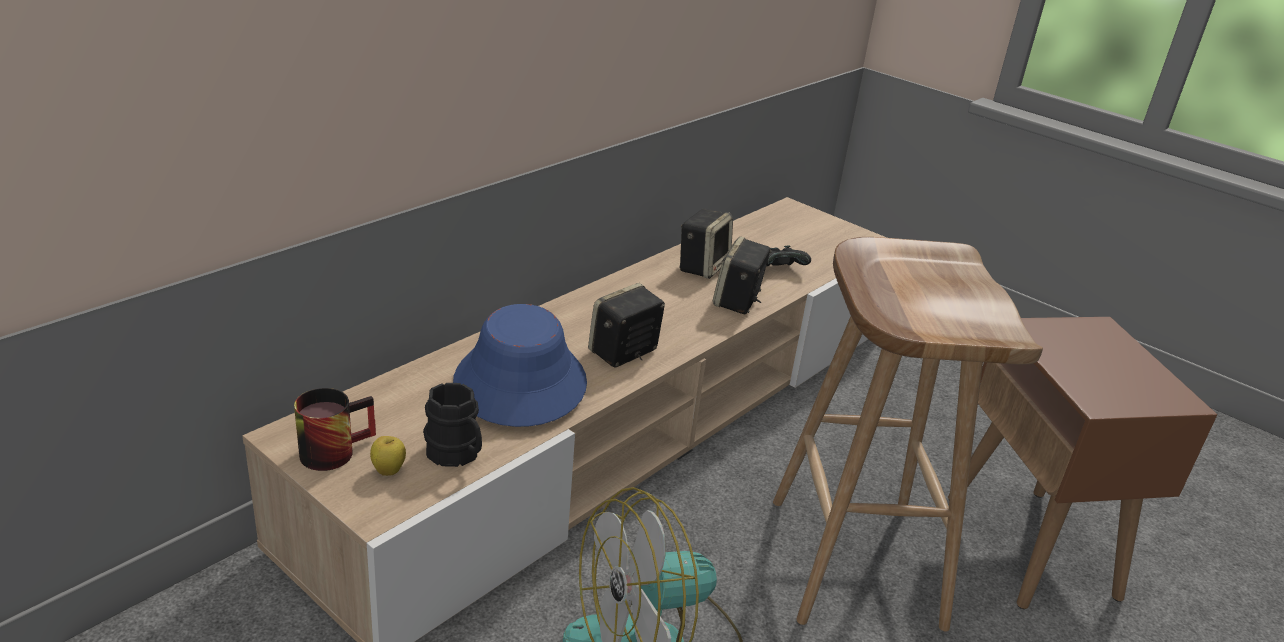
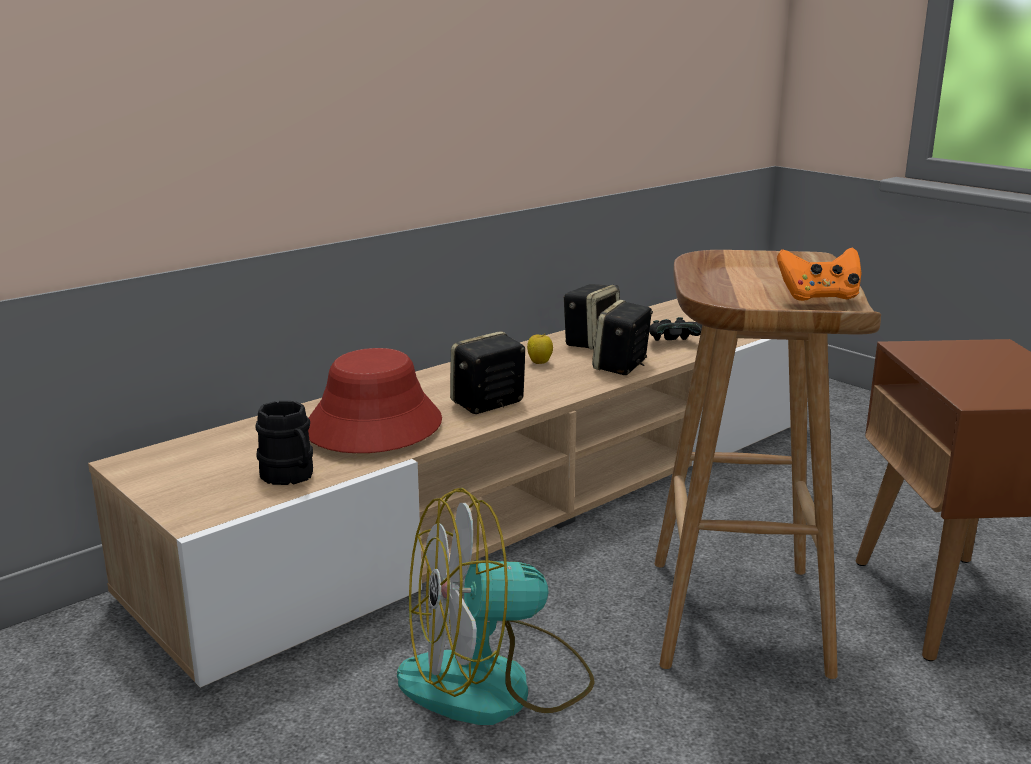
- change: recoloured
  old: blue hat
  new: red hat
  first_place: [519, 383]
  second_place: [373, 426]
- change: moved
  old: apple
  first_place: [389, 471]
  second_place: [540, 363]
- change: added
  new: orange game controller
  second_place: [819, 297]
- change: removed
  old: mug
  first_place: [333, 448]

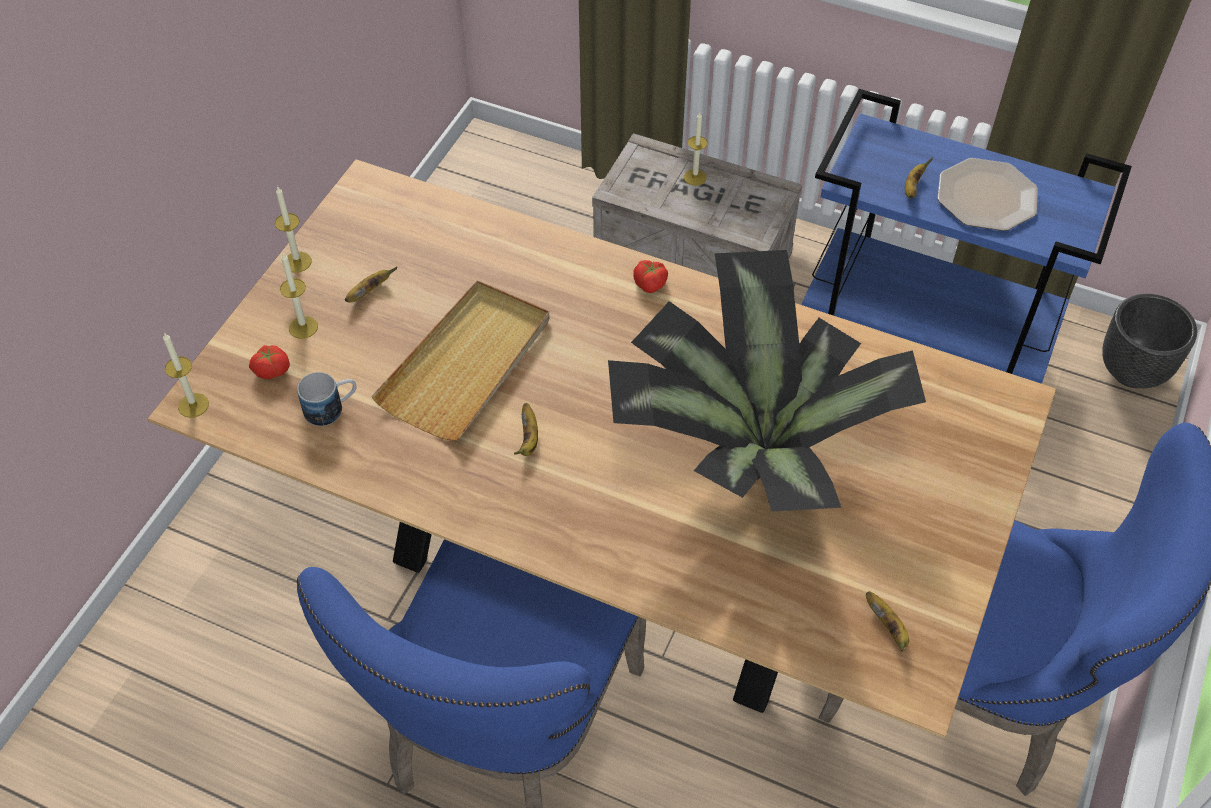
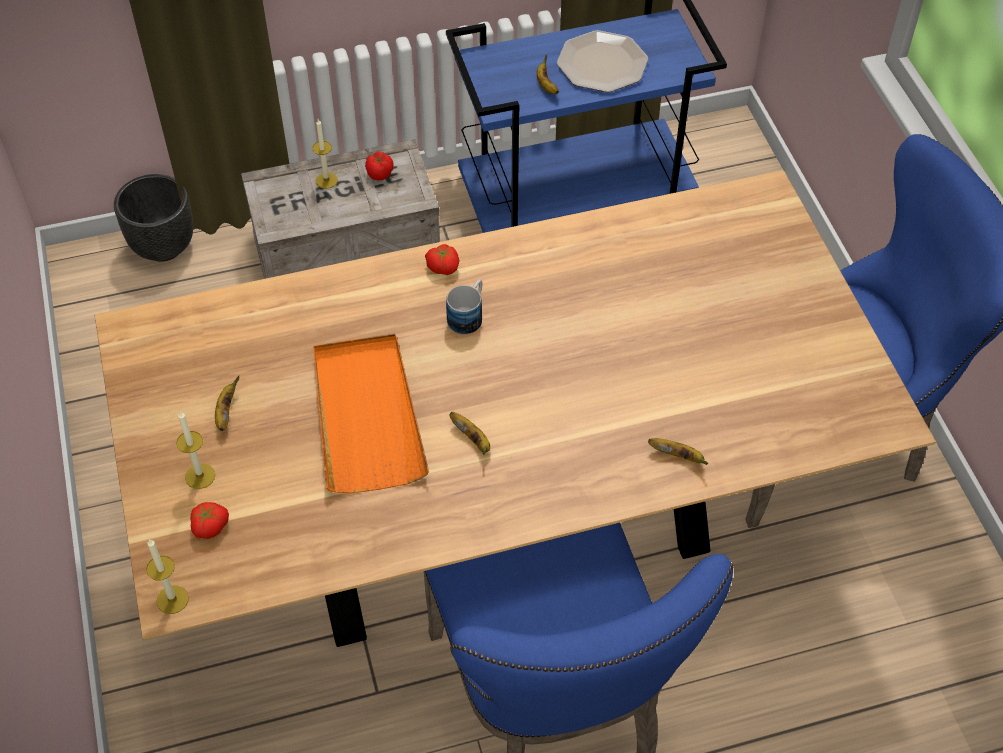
- change: moved
  old: black planter
  first_place: [1132, 372]
  second_place: [164, 247]
- change: recoloured
  old: beige tray
  new: orange tray
  first_place: [467, 364]
  second_place: [367, 416]
- change: added
  new: tomato
  second_place: [380, 174]
- change: moved
  old: mug
  first_place: [332, 408]
  second_place: [468, 316]
- change: moved
  old: banana
  first_place: [888, 627]
  second_place: [678, 456]
- change: removed
  old: candle
  first_place: [297, 262]
- change: removed
  old: potted plant
  first_place: [750, 443]

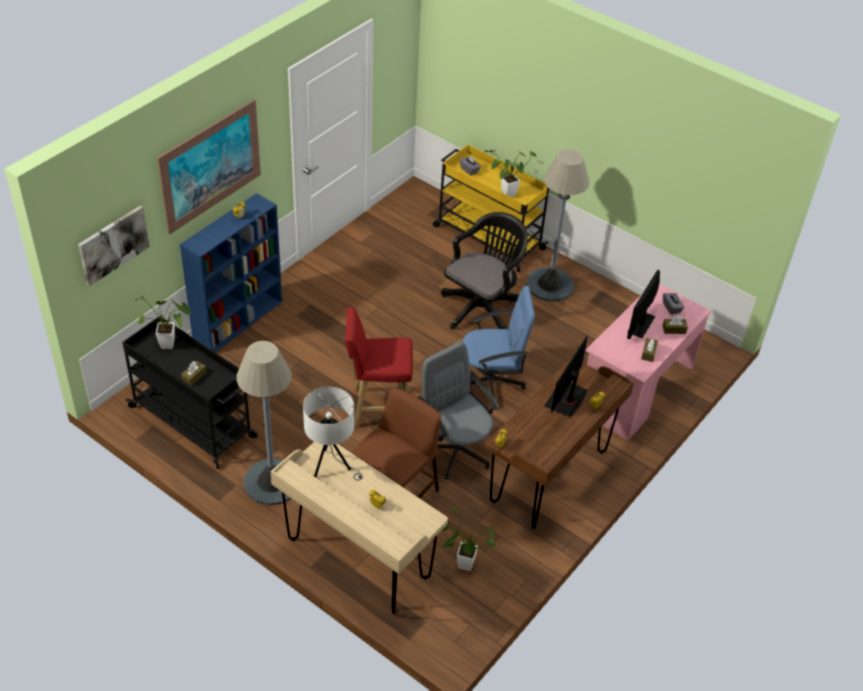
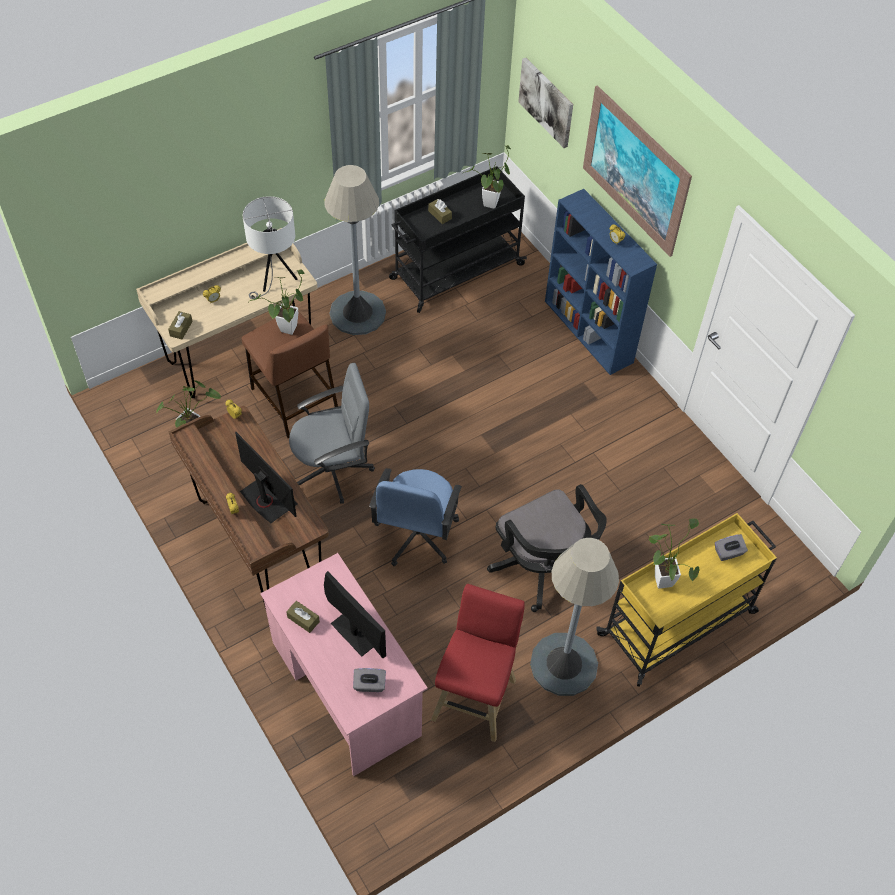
- change: moved
  old: brown tissue box
  first_place: [674, 329]
  second_place: [181, 328]
- change: added
  new: potted plant
  second_place: [286, 332]
- change: moved
  old: red stool
  first_place: [377, 408]
  second_place: [475, 696]

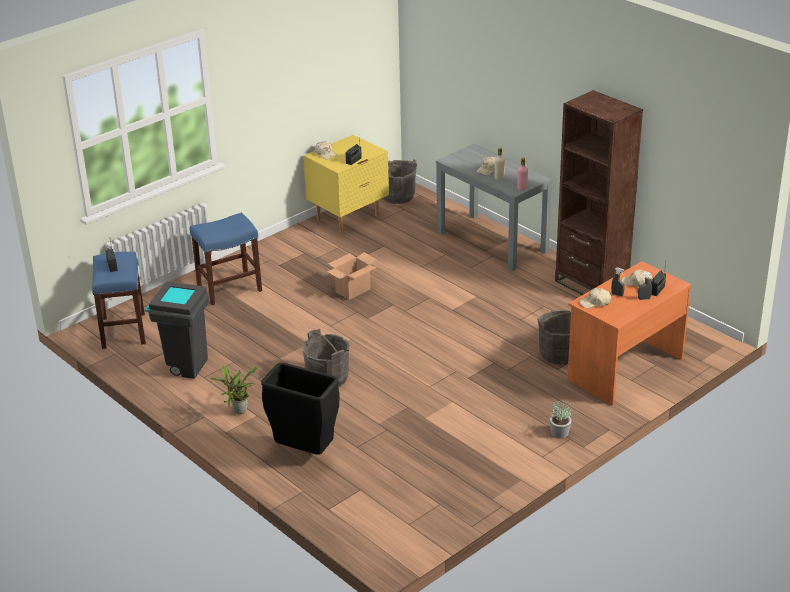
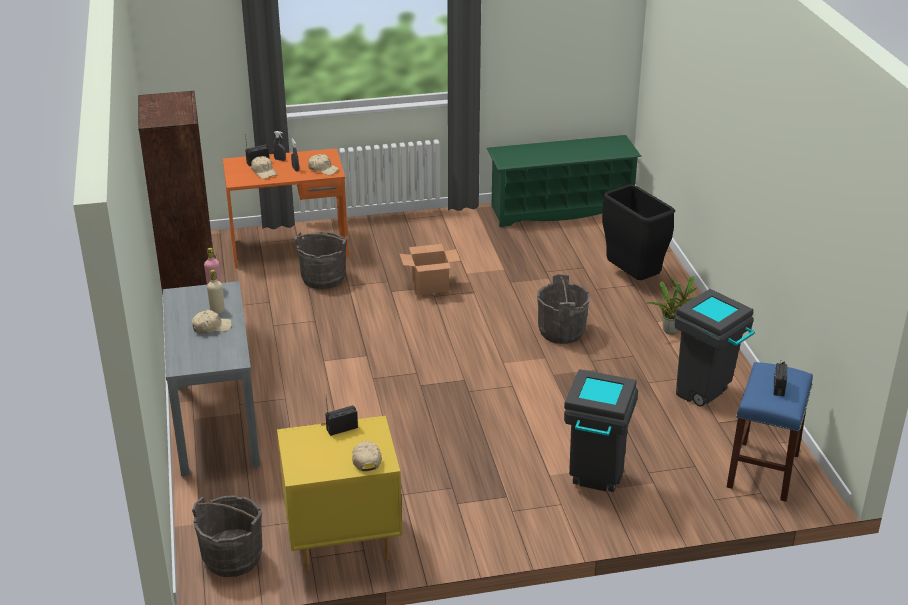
- change: moved
  old: cardboard box
  first_place: [353, 291]
  second_place: [430, 286]
- change: added
  new: green shoe rack
  second_place: [560, 209]
- change: replaced
  old: blue stool
  new: grey trash can
  first_place: [230, 288]
  second_place: [594, 483]
- change: removed
  old: potted plant
  first_place: [559, 433]

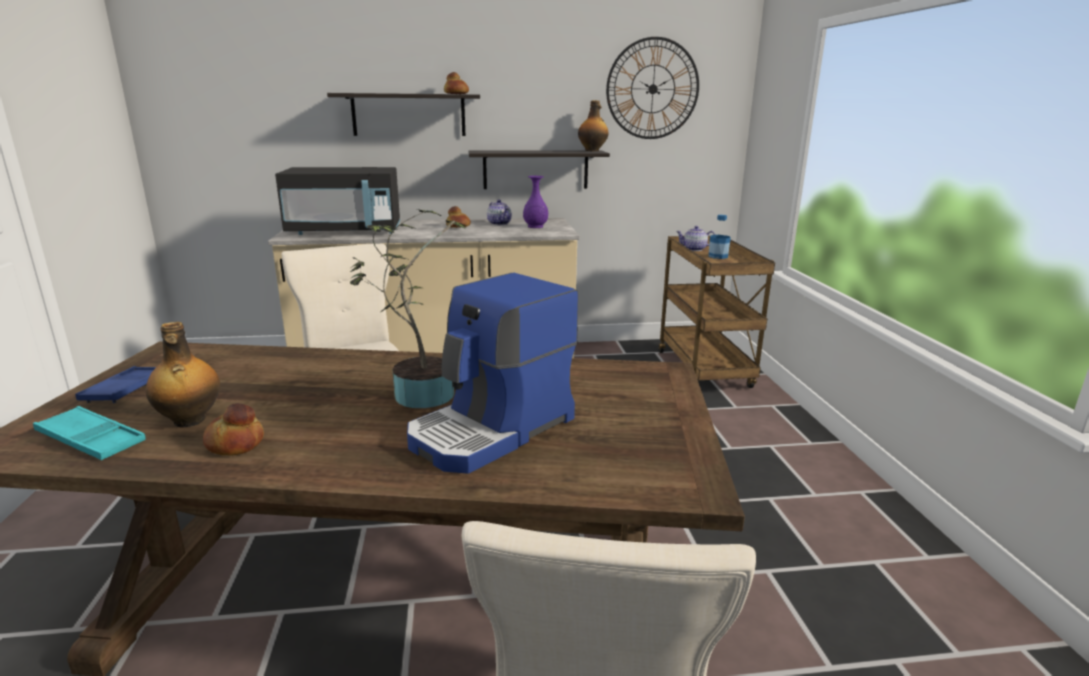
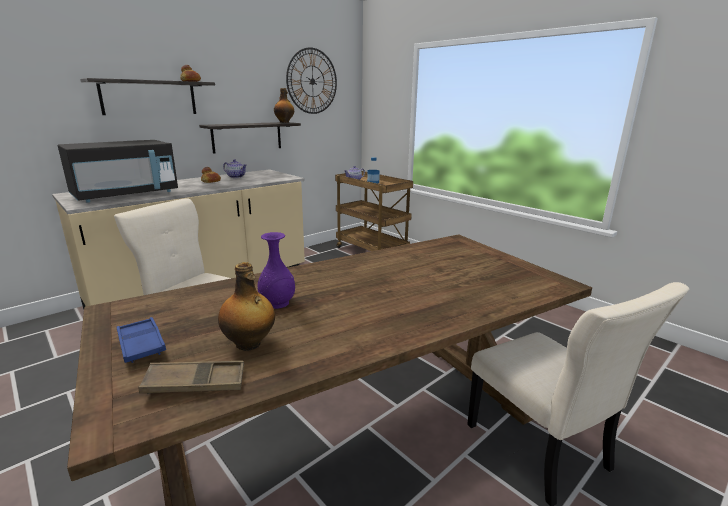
- change: recoloured
  old: turquoise tray
  new: brown tray
  first_place: [91, 440]
  second_place: [195, 383]
- change: moved
  old: purple vase
  first_place: [535, 227]
  second_place: [277, 303]
- change: removed
  old: bread
  first_place: [236, 443]
- change: removed
  old: potted plant
  first_place: [417, 394]
- change: removed
  old: coffee machine
  first_place: [493, 430]

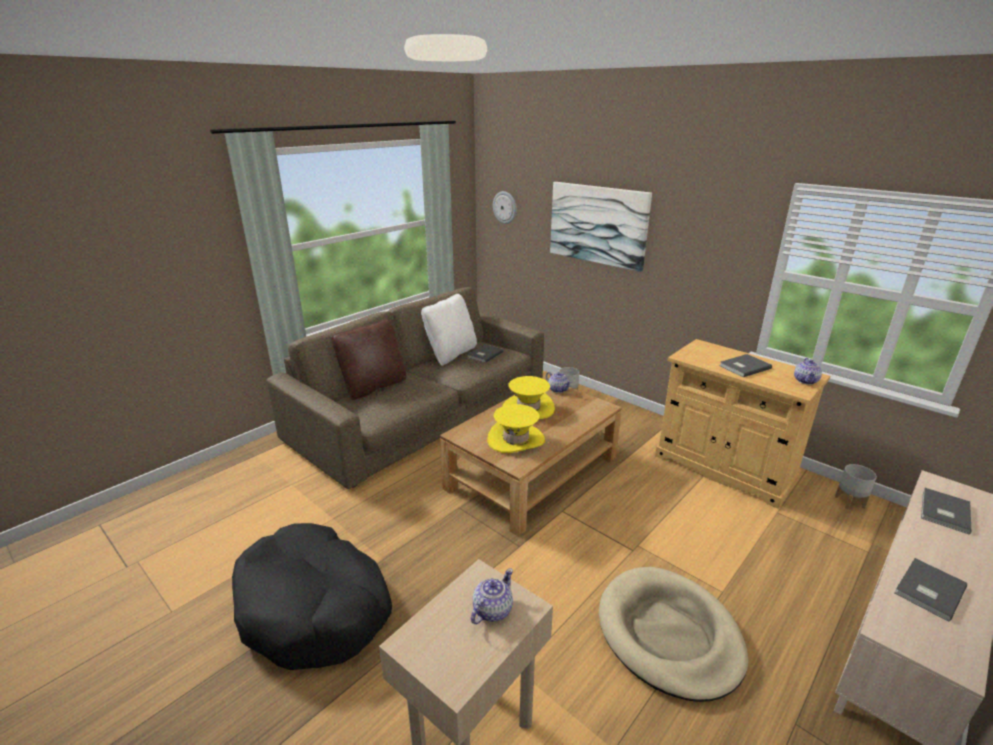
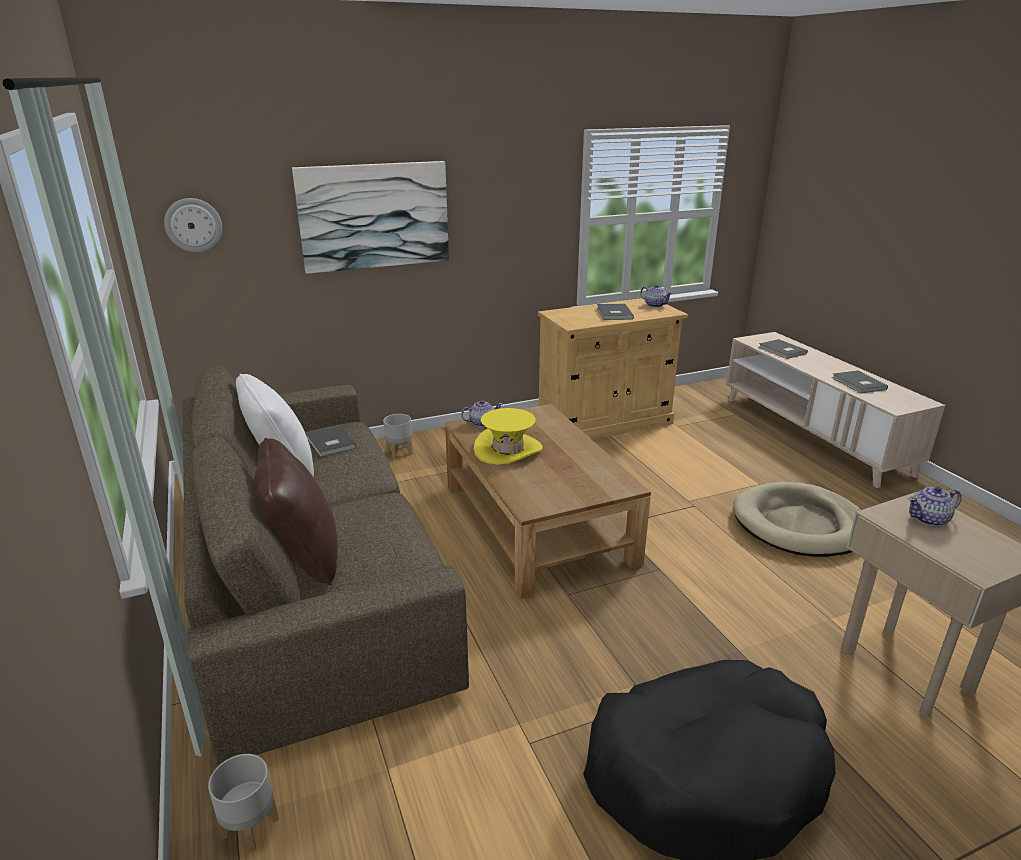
- change: moved
  old: grey planter
  first_place: [849, 501]
  second_place: [249, 826]
- change: turned
  old: teapot
  first_place: [492, 610]
  second_place: [929, 519]
  degrees: -75
- change: removed
  old: yellow hat
  first_place: [515, 439]

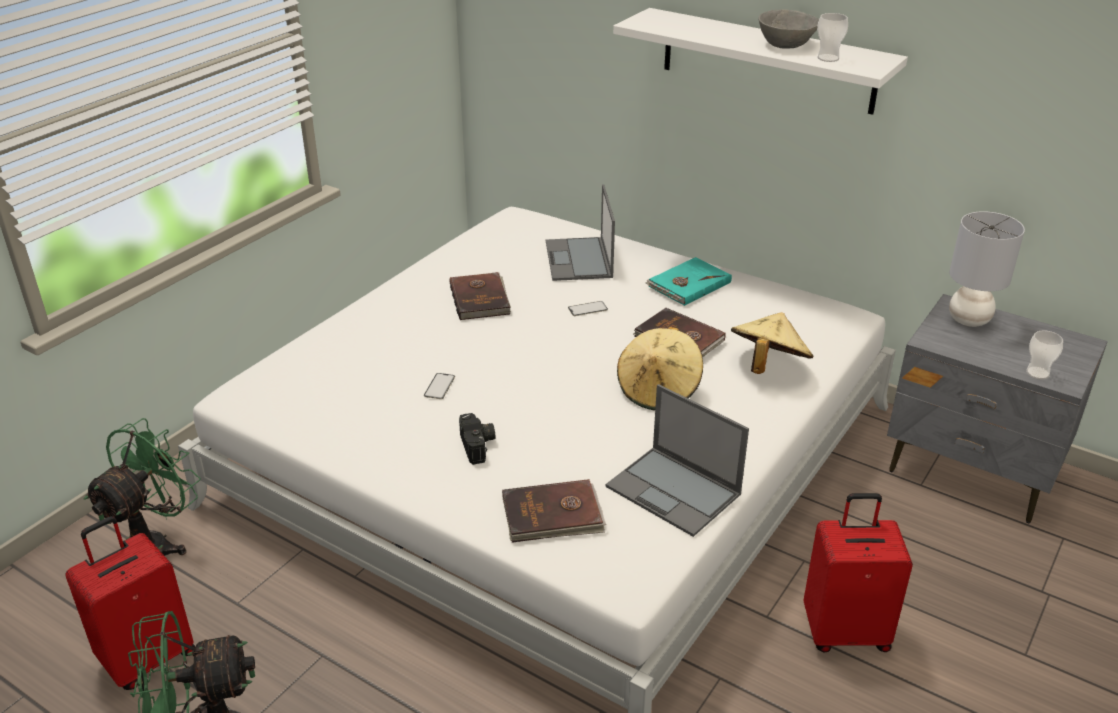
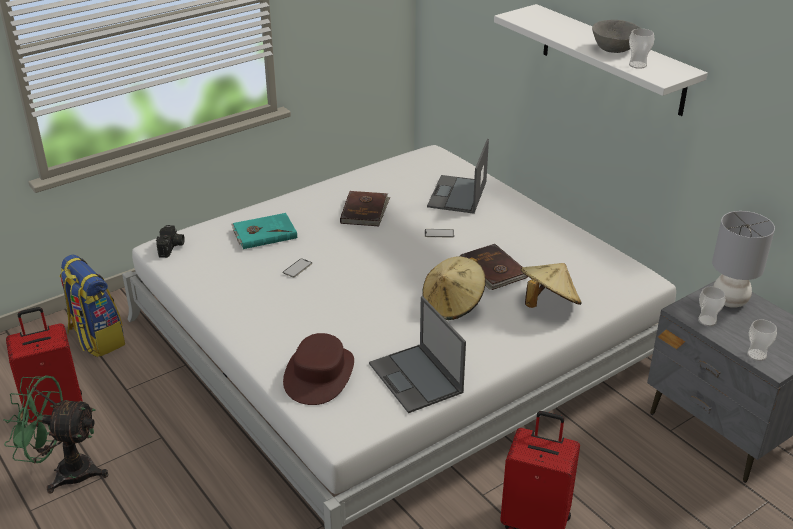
- change: replaced
  old: green fan
  new: backpack
  first_place: [155, 544]
  second_place: [96, 338]
- change: moved
  old: photo camera
  first_place: [479, 446]
  second_place: [172, 248]
- change: moved
  old: turquoise book
  first_place: [688, 284]
  second_place: [264, 233]
- change: replaced
  old: brown book
  new: brown hat
  first_place: [553, 515]
  second_place: [319, 374]
- change: added
  new: cup
  second_place: [707, 321]

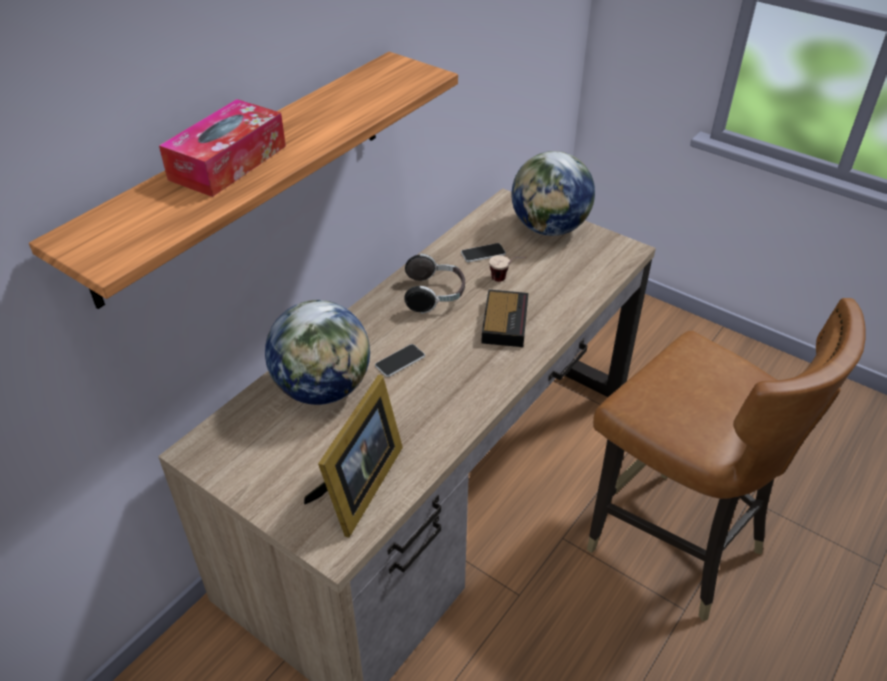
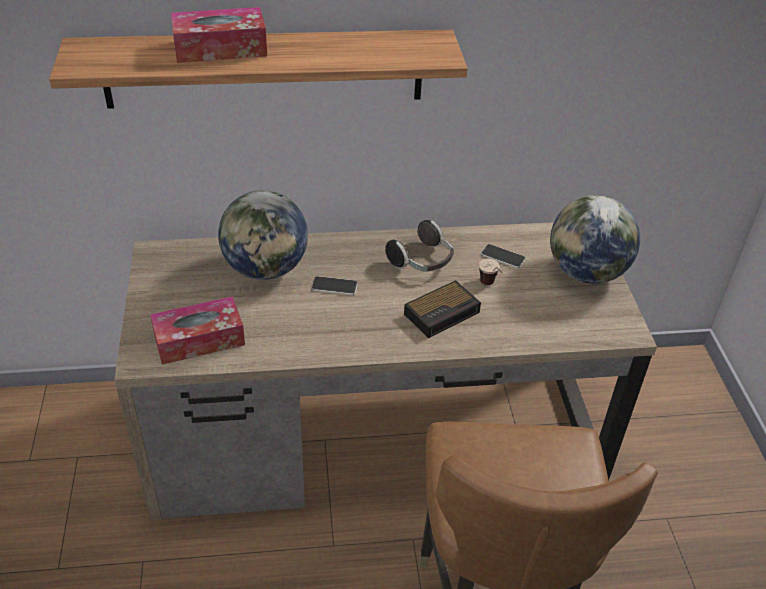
- change: replaced
  old: picture frame
  new: tissue box
  first_place: [358, 488]
  second_place: [199, 339]

